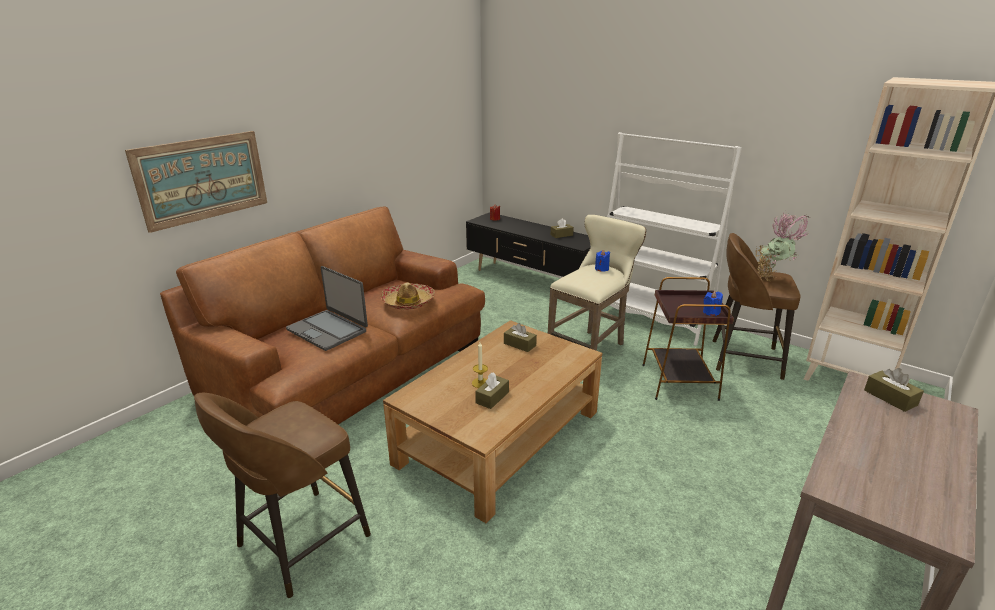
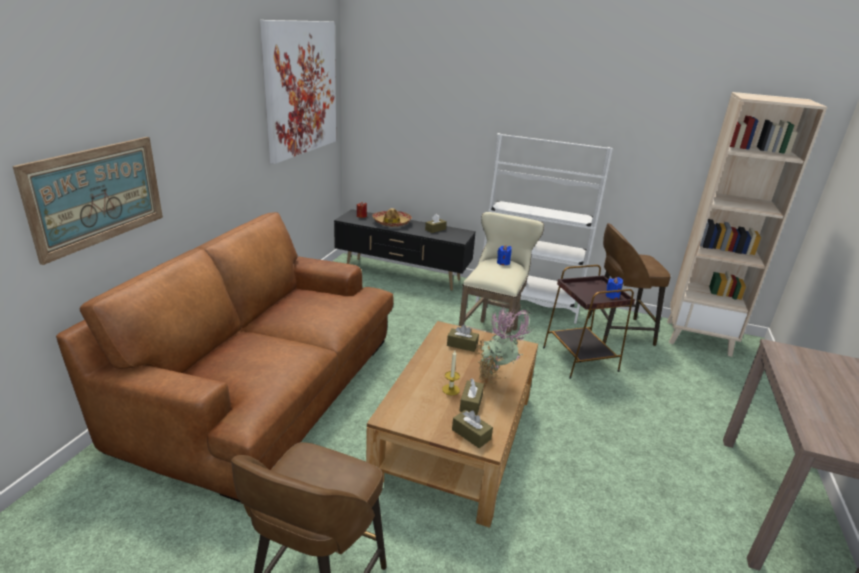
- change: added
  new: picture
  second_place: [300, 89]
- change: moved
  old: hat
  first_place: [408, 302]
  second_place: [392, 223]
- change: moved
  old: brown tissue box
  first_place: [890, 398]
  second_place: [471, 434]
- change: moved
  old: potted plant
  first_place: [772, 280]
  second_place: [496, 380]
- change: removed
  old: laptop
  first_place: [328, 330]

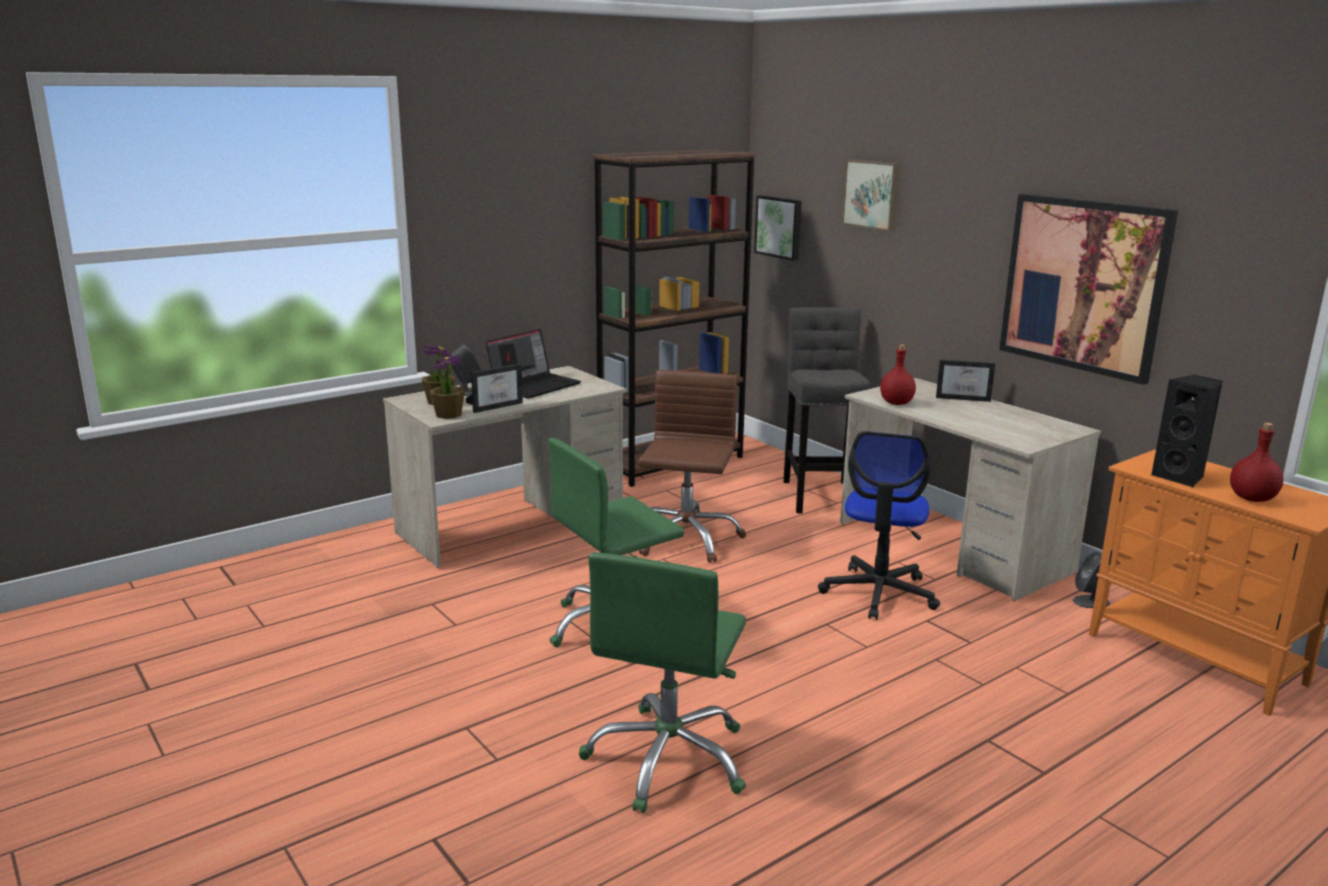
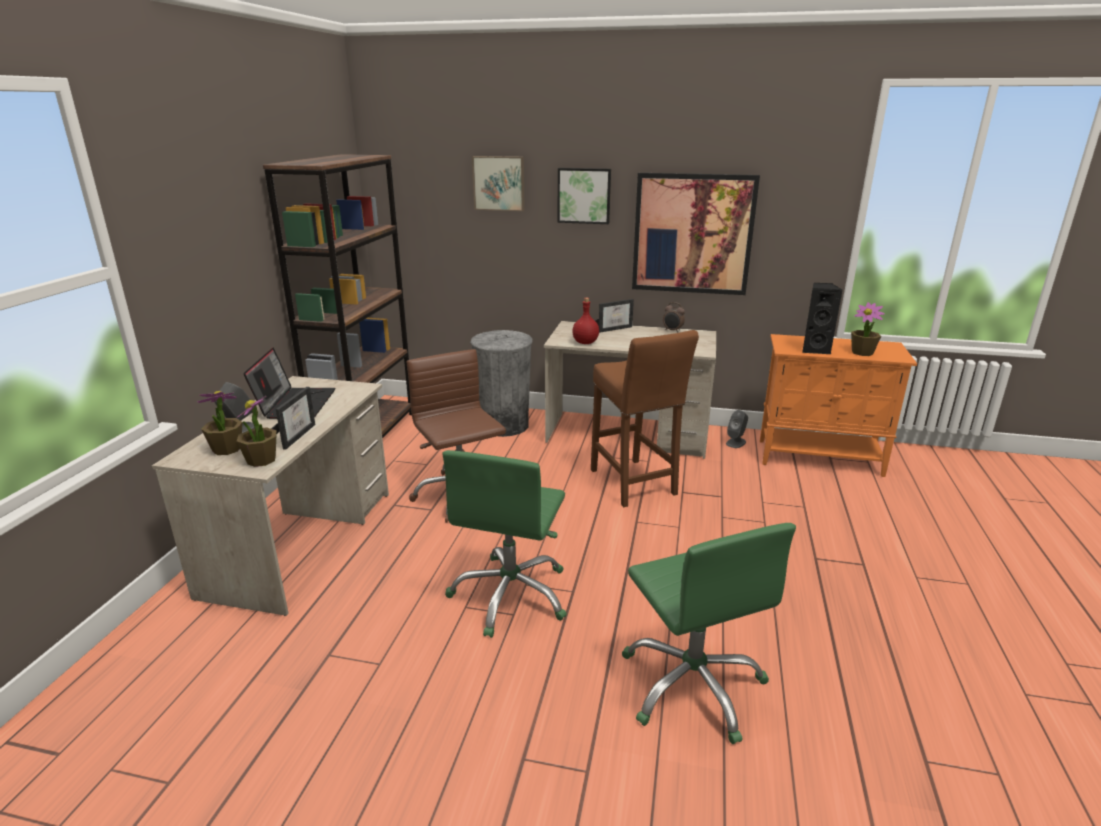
- change: replaced
  old: grey stool
  new: grey trash can
  first_place: [820, 494]
  second_place: [504, 425]
- change: moved
  old: picture
  first_place: [779, 227]
  second_place: [584, 195]
- change: replaced
  old: office chair
  new: brown stool
  first_place: [879, 593]
  second_place: [634, 485]
- change: added
  new: alarm clock
  second_place: [672, 330]
- change: replaced
  old: red bottle
  new: potted plant
  first_place: [1253, 498]
  second_place: [862, 352]

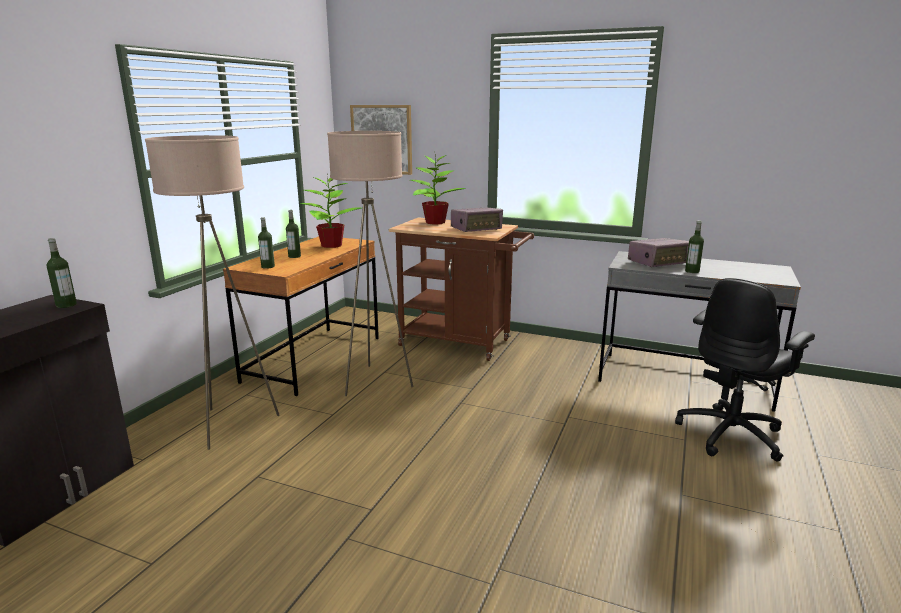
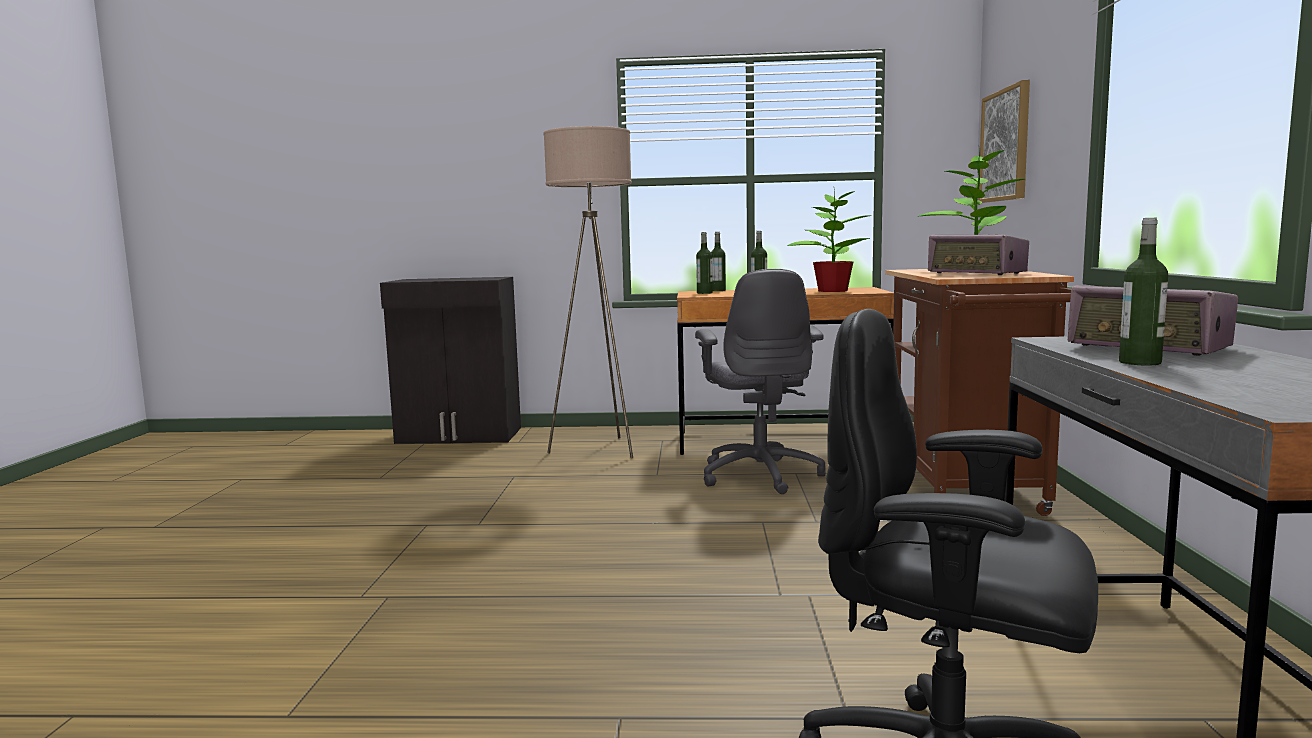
- change: replaced
  old: beige floor lamp
  new: grey office chair
  first_place: [376, 382]
  second_place: [760, 475]
- change: moved
  old: bottle
  first_place: [66, 305]
  second_place: [718, 290]

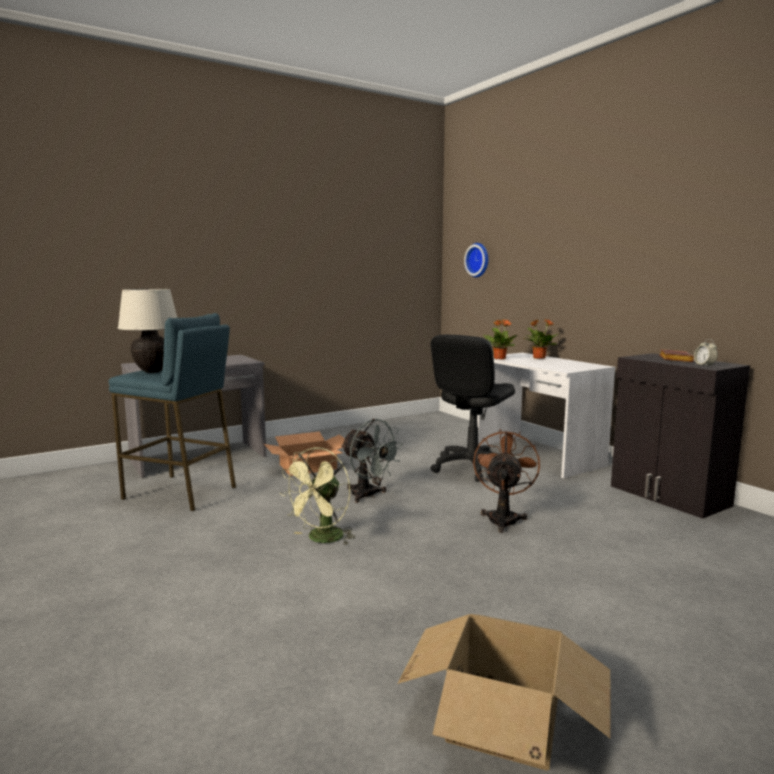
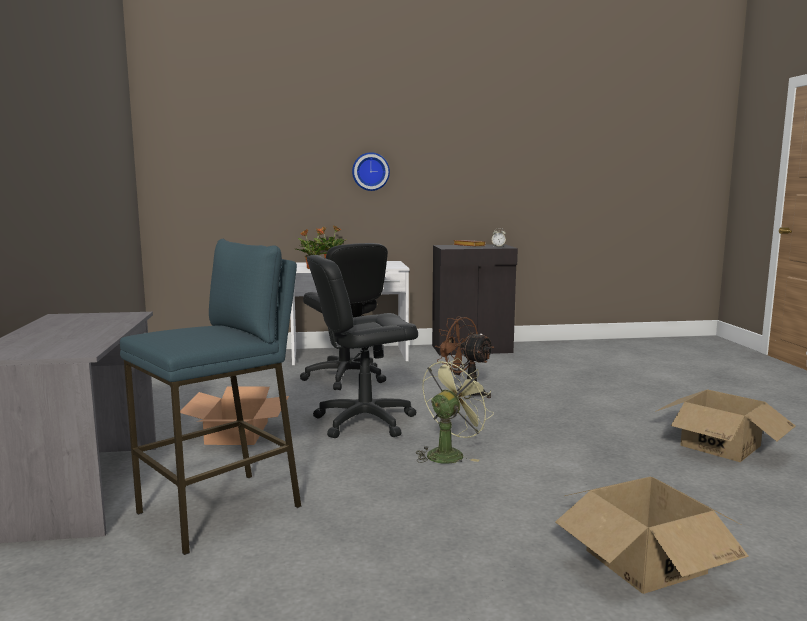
- change: replaced
  old: grey fan
  new: black office chair
  first_place: [368, 495]
  second_place: [364, 421]
- change: moved
  old: wall clock
  first_place: [478, 260]
  second_place: [370, 171]
- change: turned
  old: green fan
  first_place: [321, 539]
  second_place: [449, 453]
  degrees: -105
- change: added
  new: cardboard box
  second_place: [645, 561]
- change: removed
  old: beige table lamp
  first_place: [153, 371]

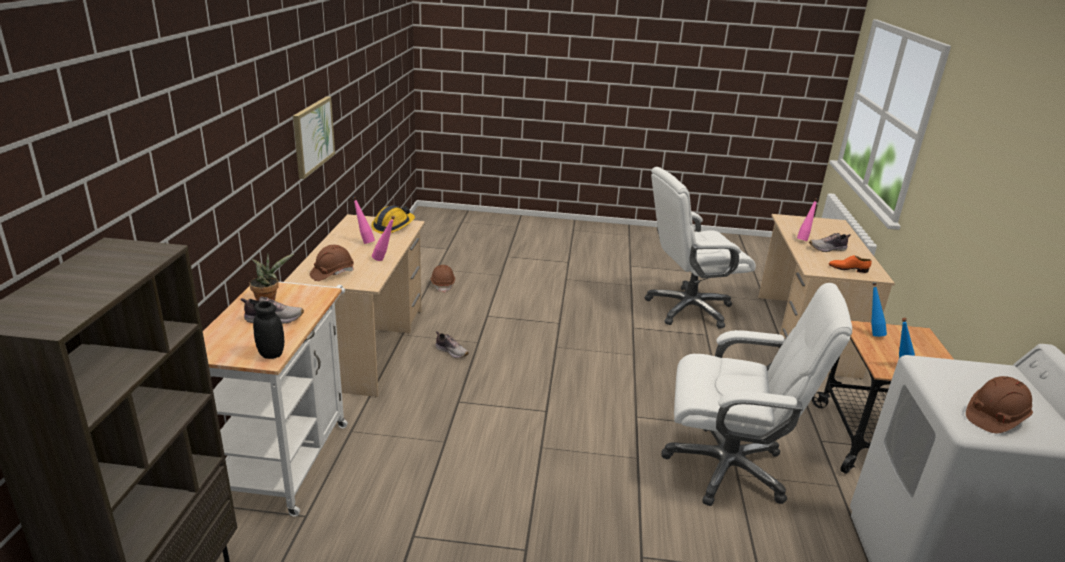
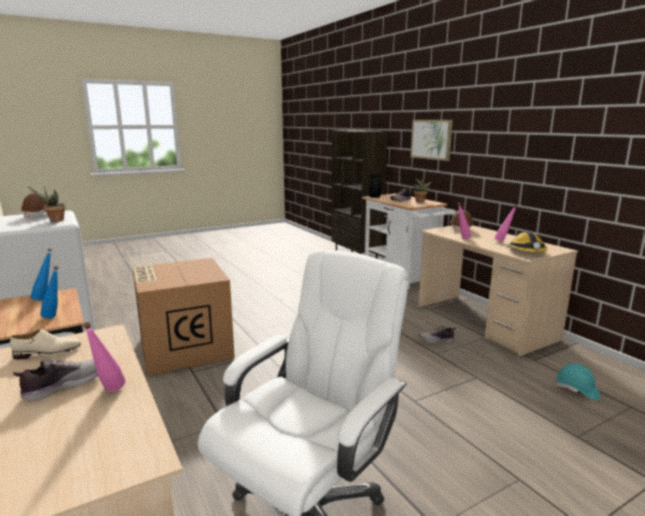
- change: recoloured
  old: orange shoe
  new: beige shoe
  first_place: [848, 269]
  second_place: [47, 352]
- change: added
  new: potted plant
  second_place: [54, 220]
- change: replaced
  old: white office chair
  new: cardboard box
  first_place: [728, 467]
  second_place: [184, 347]
- change: moved
  old: picture
  first_place: [313, 136]
  second_place: [431, 139]
- change: recoloured
  old: brown hard hat
  new: turquoise hard hat
  first_place: [443, 284]
  second_place: [576, 390]

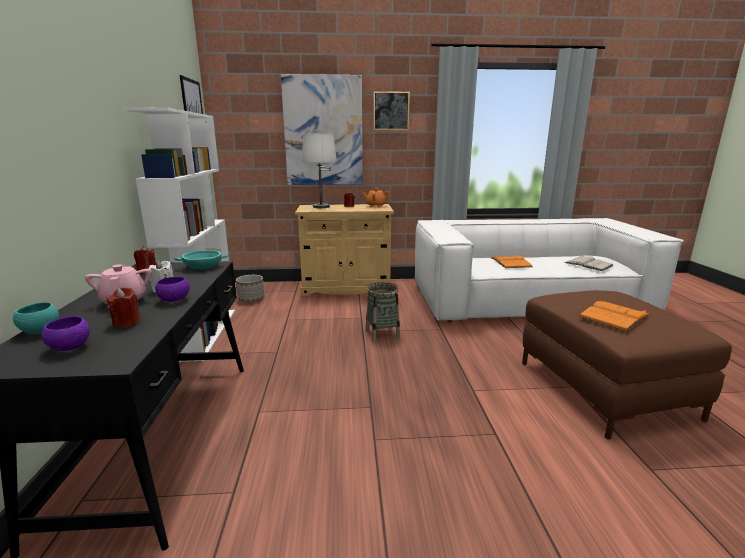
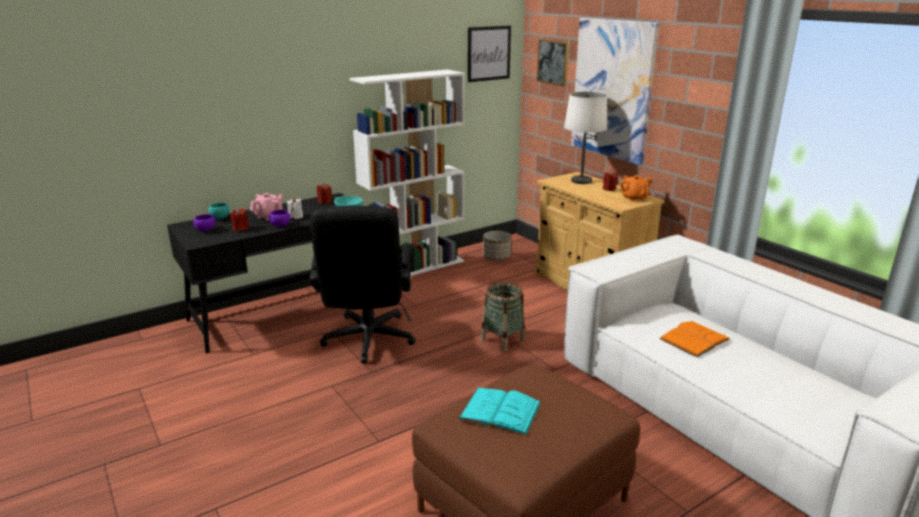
- change: added
  new: black office chair
  second_place: [367, 342]
- change: recoloured
  old: orange book
  new: turquoise book
  first_place: [614, 316]
  second_place: [500, 411]
- change: moved
  old: picture
  first_place: [391, 111]
  second_place: [553, 62]
- change: removed
  old: white book
  first_place: [588, 264]

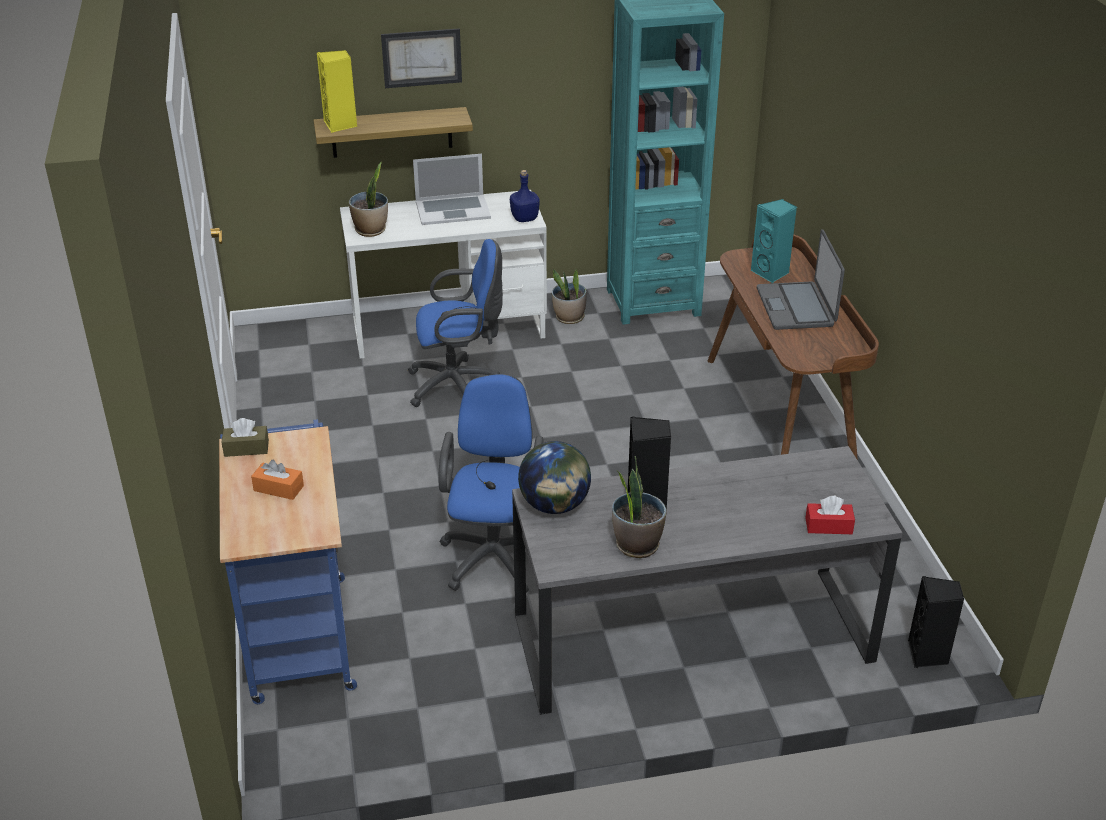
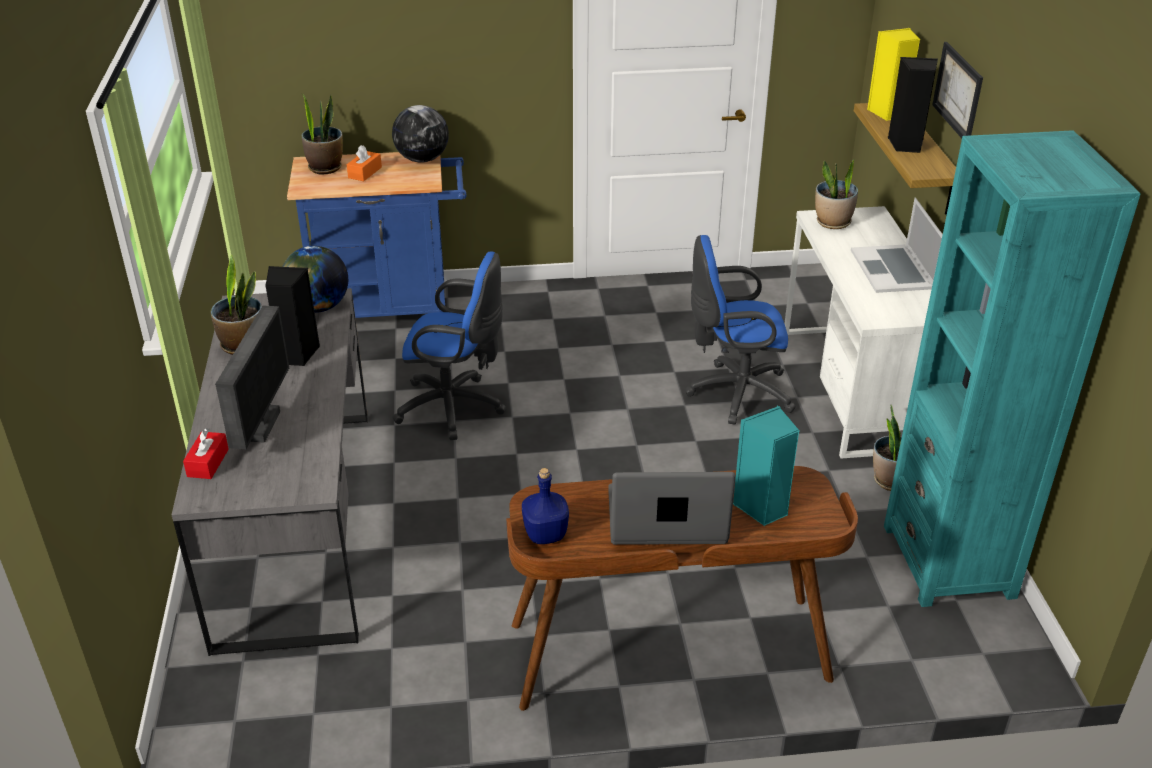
- change: added
  new: monitor
  second_place: [262, 426]
- change: added
  new: potted plant
  second_place: [325, 167]
- change: replaced
  old: brown tissue box
  new: globe
  first_place: [246, 448]
  second_place: [422, 159]
- change: moved
  old: blue bottle
  first_place: [524, 218]
  second_place: [546, 534]
- change: turned
  old: blue office chair
  first_place: [459, 386]
  second_place: [734, 393]
  degrees: 90
- change: moved
  old: black speaker
  first_place: [928, 655]
  second_place: [906, 145]

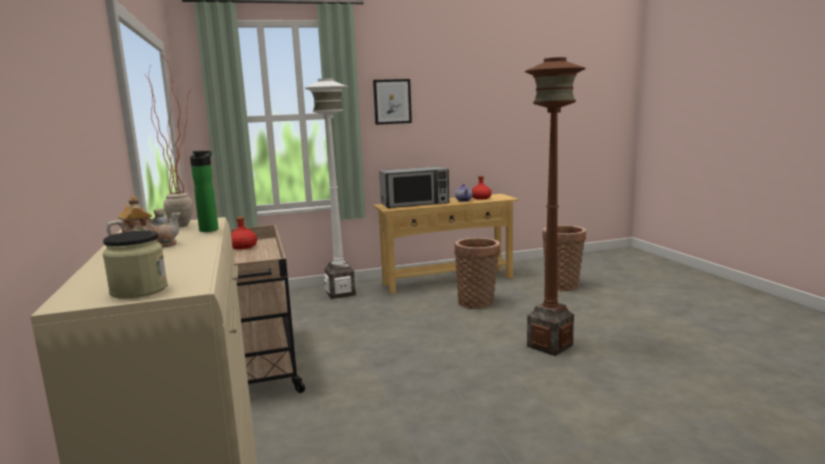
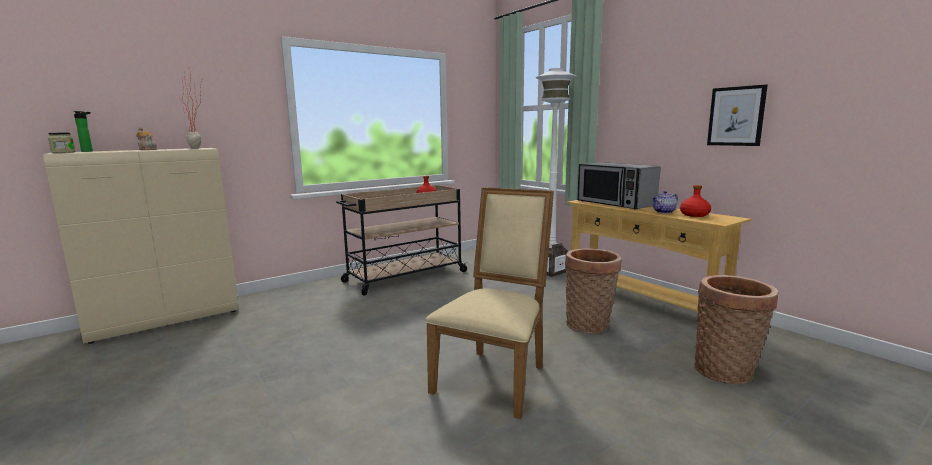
- change: moved
  old: bottle
  first_place: [210, 229]
  second_place: [89, 151]
- change: replaced
  old: brown floor lamp
  new: beige chair
  first_place: [549, 345]
  second_place: [495, 377]
- change: moved
  old: picture
  first_place: [392, 101]
  second_place: [736, 116]

